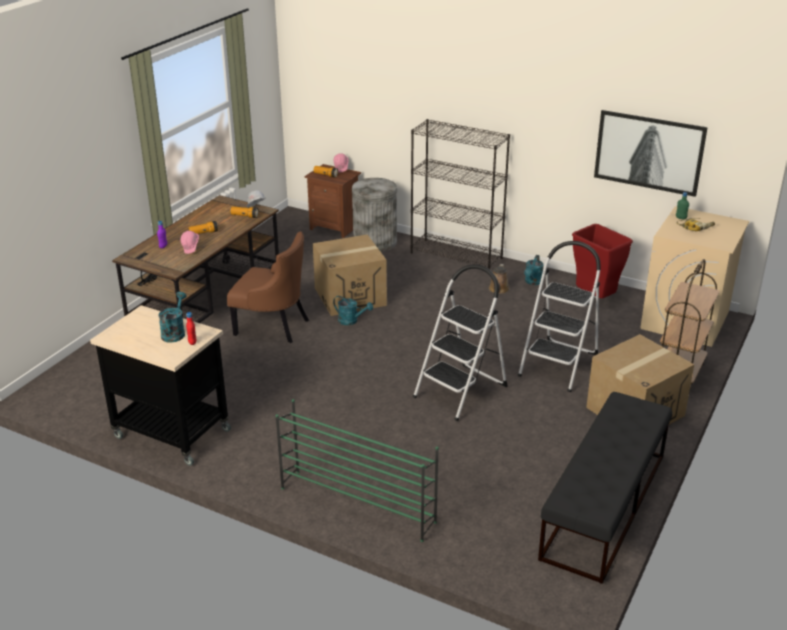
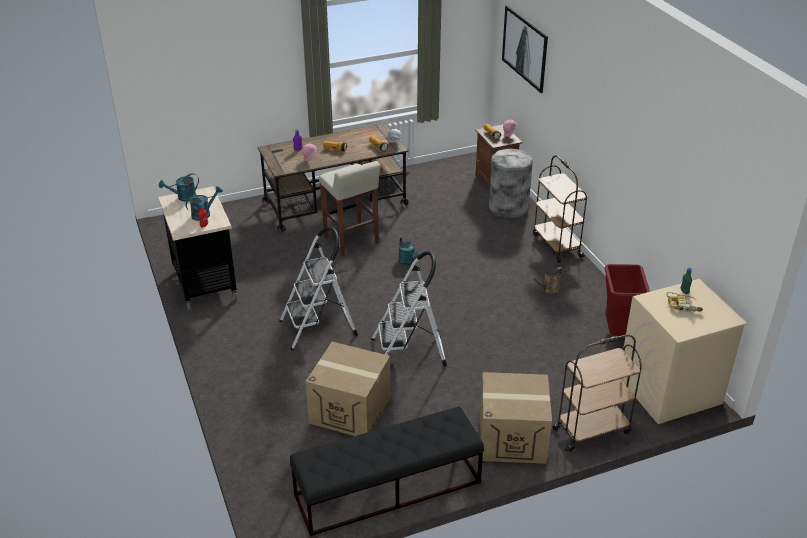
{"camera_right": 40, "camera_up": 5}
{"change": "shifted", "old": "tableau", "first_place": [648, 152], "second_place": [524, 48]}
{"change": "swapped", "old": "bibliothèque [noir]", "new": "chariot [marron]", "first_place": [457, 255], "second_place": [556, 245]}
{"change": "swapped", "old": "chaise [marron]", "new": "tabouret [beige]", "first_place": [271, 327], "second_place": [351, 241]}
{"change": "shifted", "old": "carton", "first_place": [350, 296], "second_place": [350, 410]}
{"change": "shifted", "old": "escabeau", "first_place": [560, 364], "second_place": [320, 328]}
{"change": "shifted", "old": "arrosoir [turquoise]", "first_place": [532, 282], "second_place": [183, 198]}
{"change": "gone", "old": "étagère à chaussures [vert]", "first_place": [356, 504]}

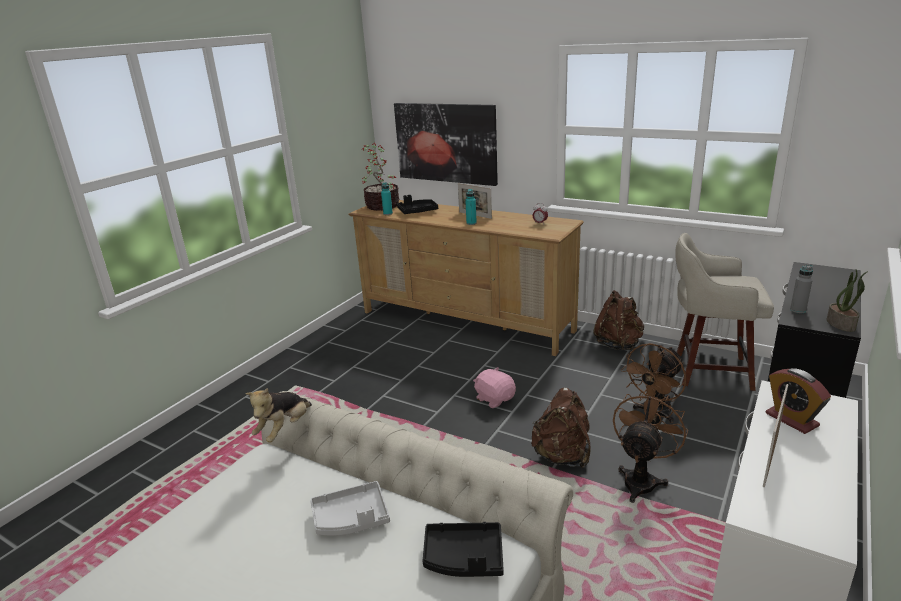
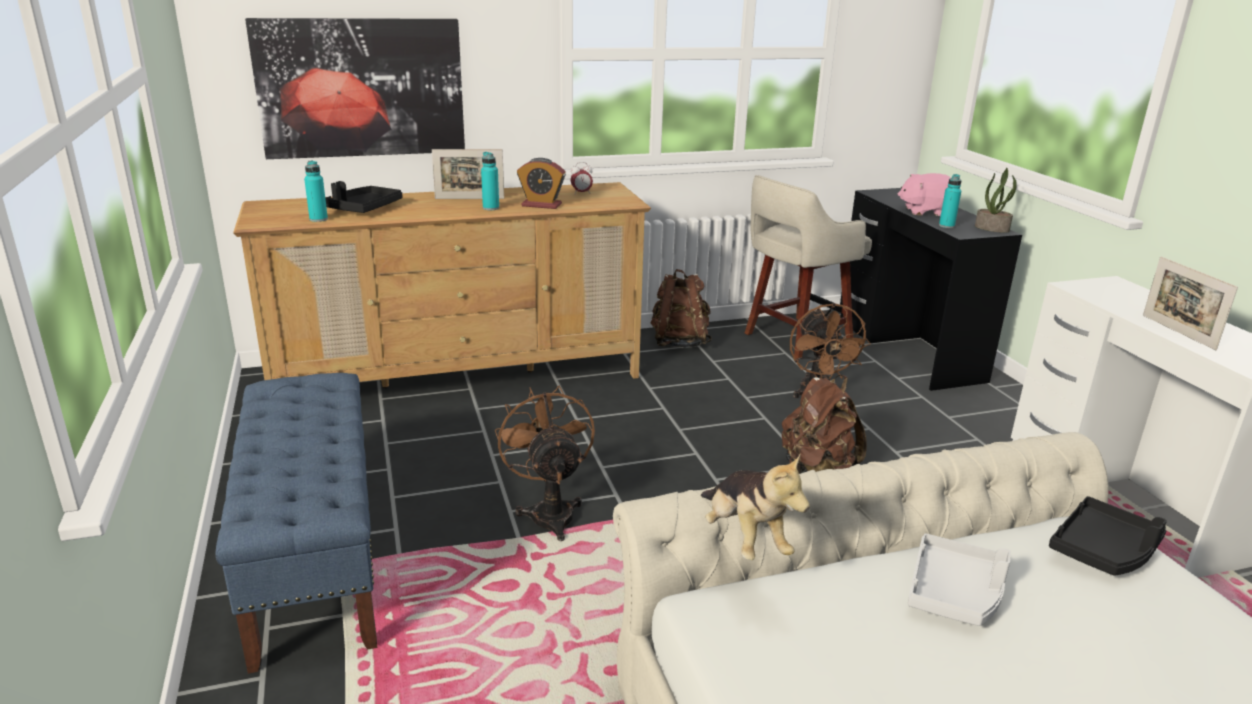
{"camera_right": -50, "camera_up": 0}
{"change": "gone", "old": "plante en pot", "first_place": [381, 206]}
{"change": "repainted", "old": "bouteille [gris]", "new": "bouteille [turquoise]", "first_place": [798, 310], "second_place": [946, 226]}
{"change": "shifted", "old": "peluche [rose]", "first_place": [495, 399], "second_place": [925, 211]}
{"change": "shifted", "old": "réveil", "first_place": [791, 419], "second_place": [541, 205]}
{"change": "shifted", "old": "ventilateur [marron]", "first_place": [641, 479], "second_place": [550, 512]}
{"change": "new", "new": "banc [bleu]", "second_place": [315, 558]}

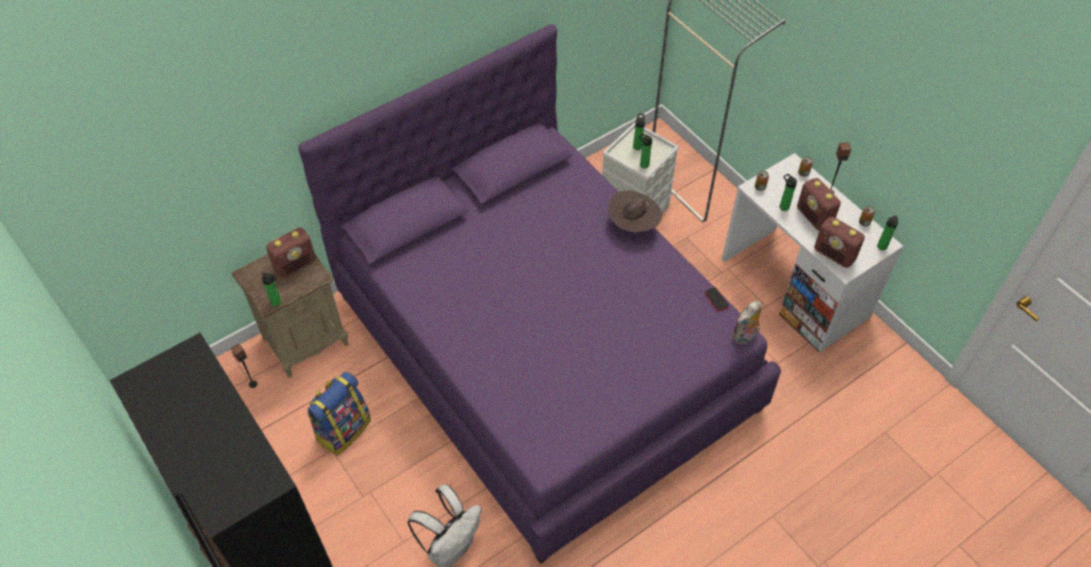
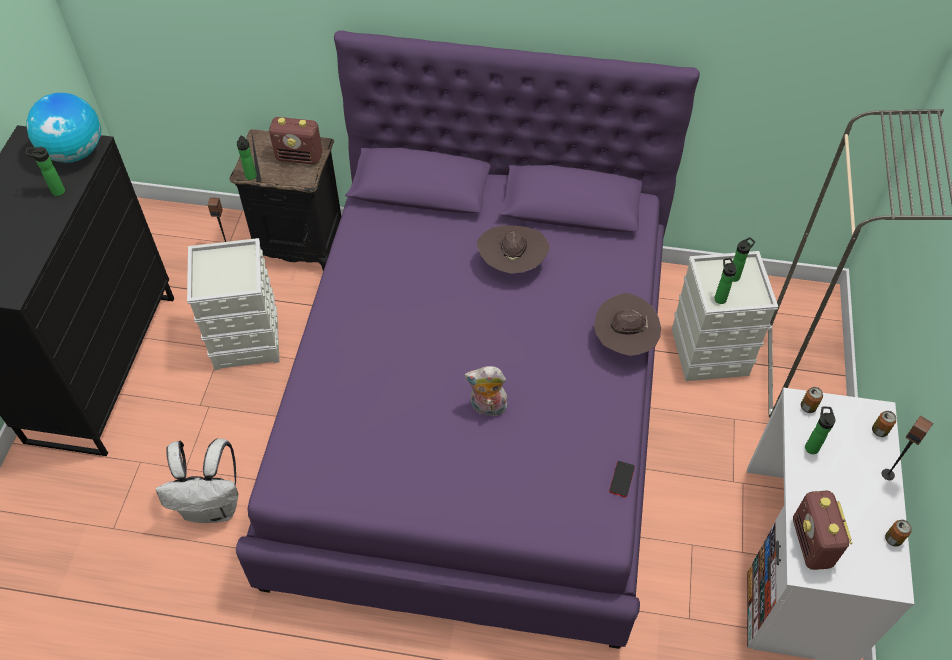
{"camera_right": 45, "camera_up": 0}
{"change": "gone", "old": "radio", "first_place": [814, 217]}
{"change": "shifted", "old": "bouteille", "first_place": [881, 247], "second_place": [56, 191]}
{"change": "repainted", "old": "table de chevet [beige]", "new": "table de chevet [noir]", "first_place": [306, 342], "second_place": [301, 247]}
{"change": "shifted", "old": "peluche", "first_place": [745, 337], "second_place": [487, 408]}
{"change": "swapped", "old": "sac à dos", "new": "boîte de rangement [gris]", "first_place": [343, 429], "second_place": [247, 339]}
{"change": "new", "new": "globe", "second_place": [75, 153]}
{"change": "new", "new": "chapeau [marron]", "second_place": [512, 264]}

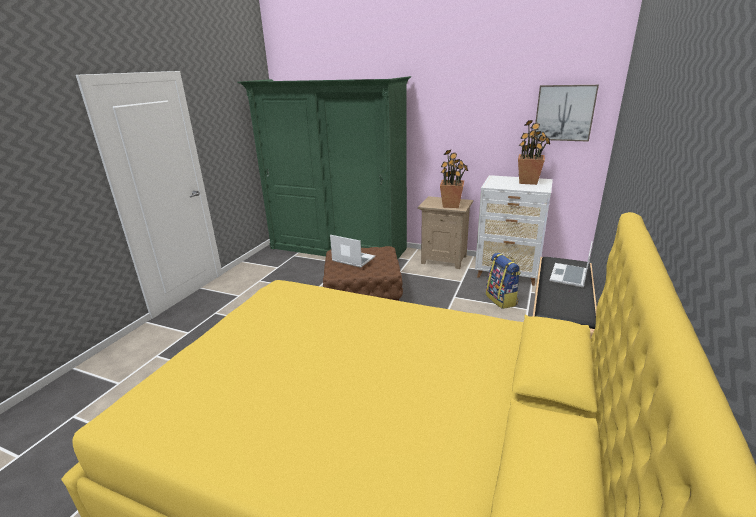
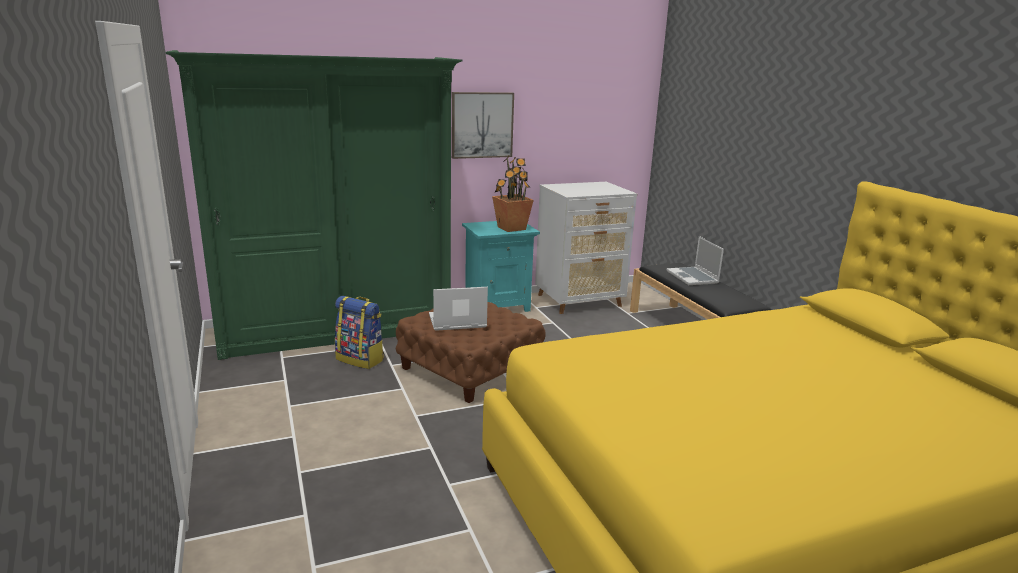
{"camera_right": -45, "camera_up": -5}
{"change": "shifted", "old": "tableau", "first_place": [564, 113], "second_place": [482, 125]}
{"change": "gone", "old": "plante en pot", "first_place": [528, 182]}
{"change": "repainted", "old": "table de chevet [beige]", "new": "table de chevet [turquoise]", "first_place": [444, 260], "second_place": [498, 306]}
{"change": "shifted", "old": "sac à dos", "first_place": [501, 300], "second_place": [361, 359]}

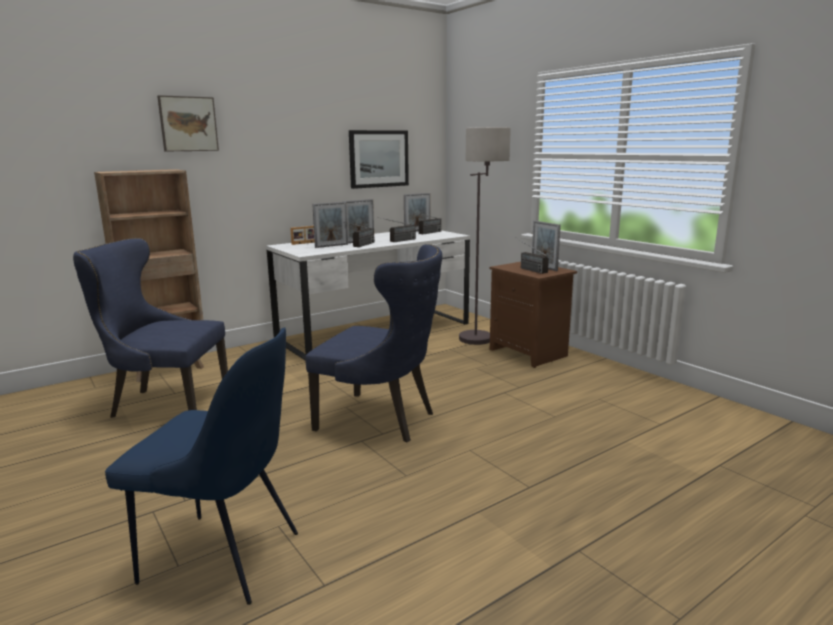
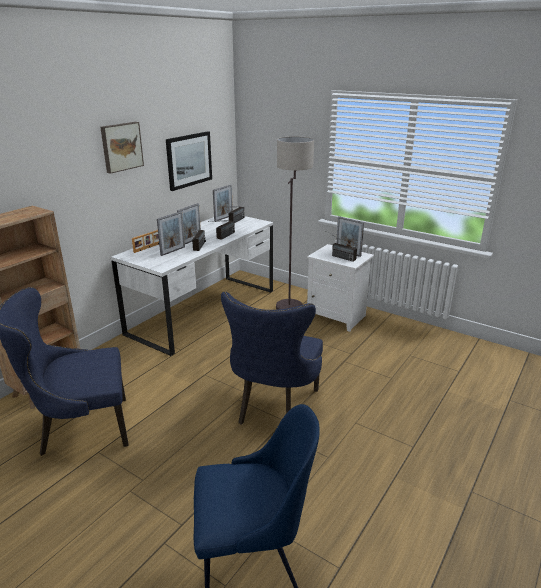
{"camera_right": -20, "camera_up": 10}
{"change": "shifted", "old": "tableau", "first_place": [188, 124], "second_place": [121, 146]}
{"change": "rotated", "old": "chaise [bleu]", "first_place": [381, 419], "second_place": [274, 407], "degrees": 105}
{"change": "repainted", "old": "table de chevet [marron]", "new": "table de chevet [blanc]", "first_place": [530, 353], "second_place": [338, 317]}

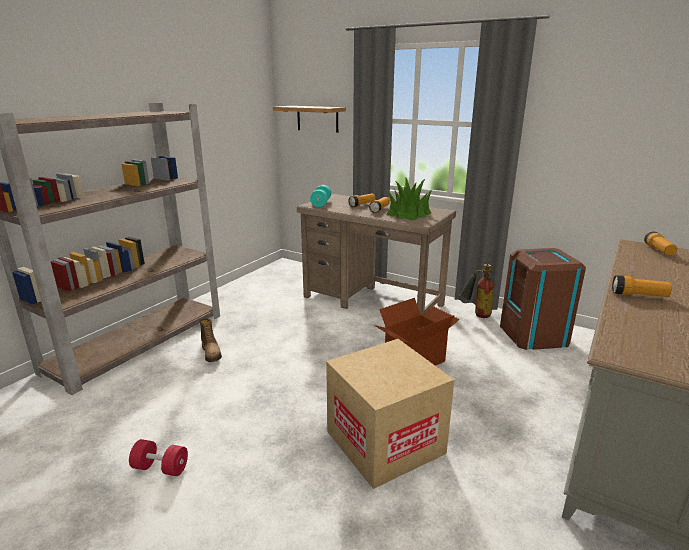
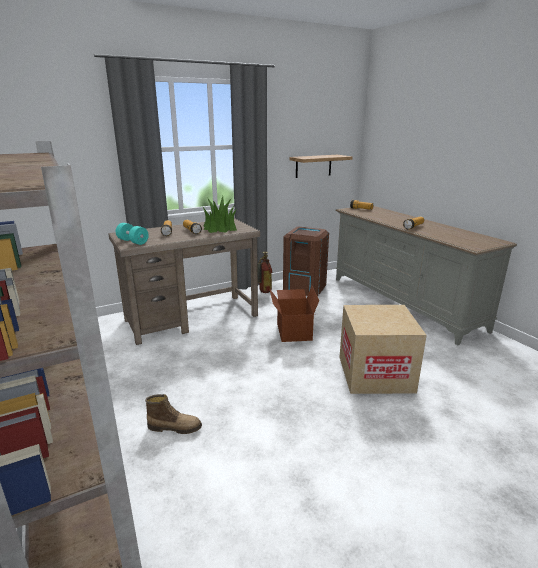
{"camera_right": -60, "camera_up": 0}
{"change": "shifted", "old": "étagère", "first_place": [317, 119], "second_place": [313, 166]}
{"change": "gone", "old": "haltère [rouge]", "first_place": [160, 468]}

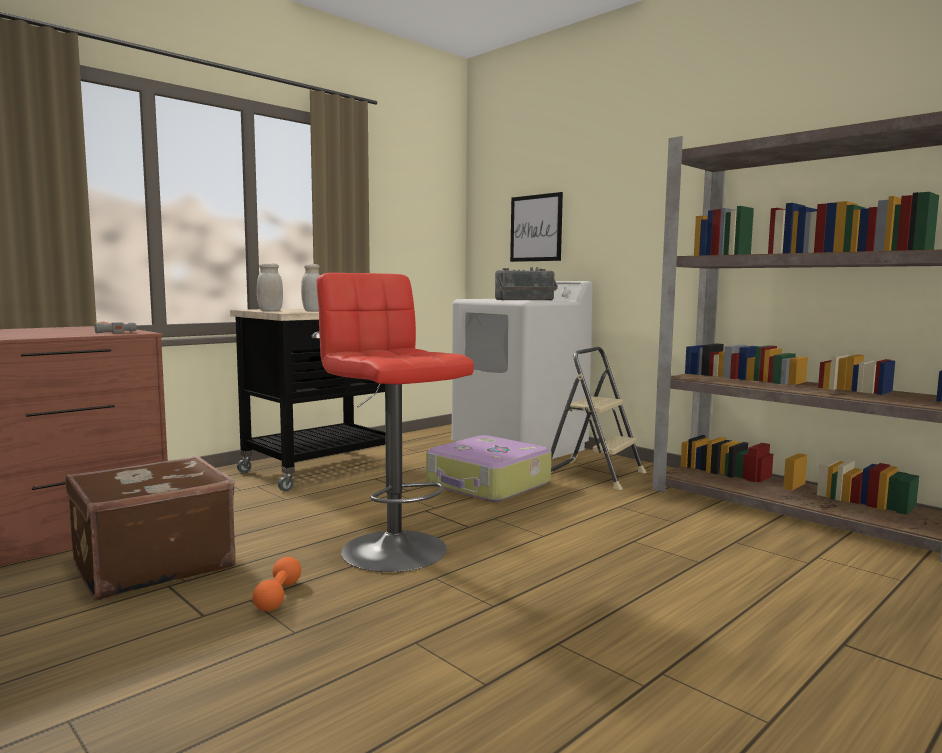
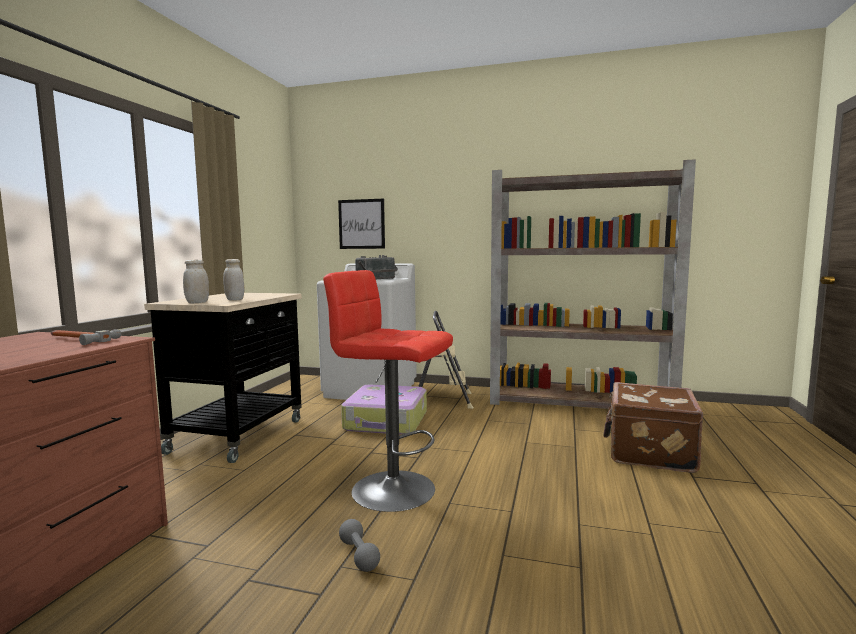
{"camera_right": -30, "camera_up": 0}
{"change": "shifted", "old": "valise [marron]", "first_place": [151, 565], "second_place": [648, 452]}
{"change": "repainted", "old": "haltère [orange]", "new": "haltère [gris]", "first_place": [278, 596], "second_place": [359, 555]}

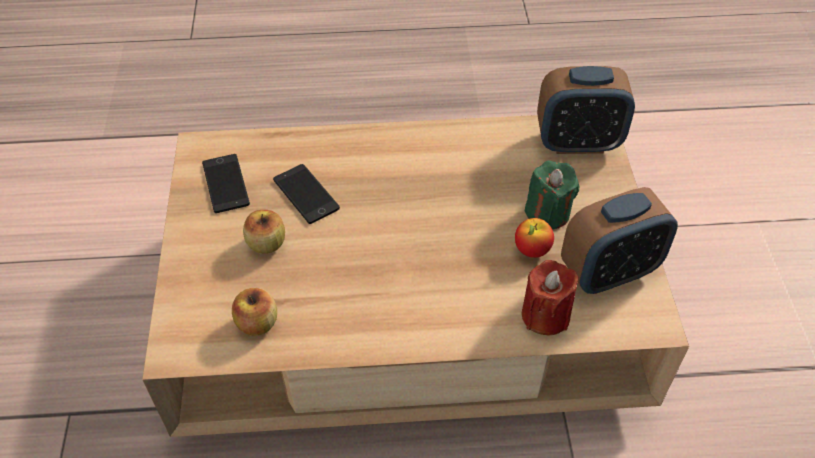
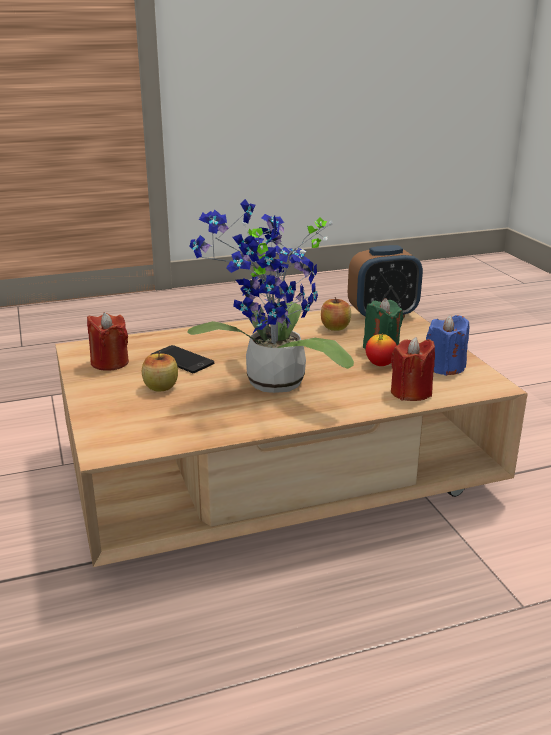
{"camera_right": -15, "camera_up": -25}
{"change": "swapped", "old": "téléphone", "new": "bougie [rouge]", "first_place": [225, 184], "second_place": [109, 362]}
{"change": "swapped", "old": "réveil", "new": "bougie [bleu]", "first_place": [609, 272], "second_place": [445, 367]}
{"change": "shifted", "old": "pomme", "first_place": [257, 323], "second_place": [335, 327]}
{"change": "new", "new": "plante en pot", "second_place": [270, 385]}

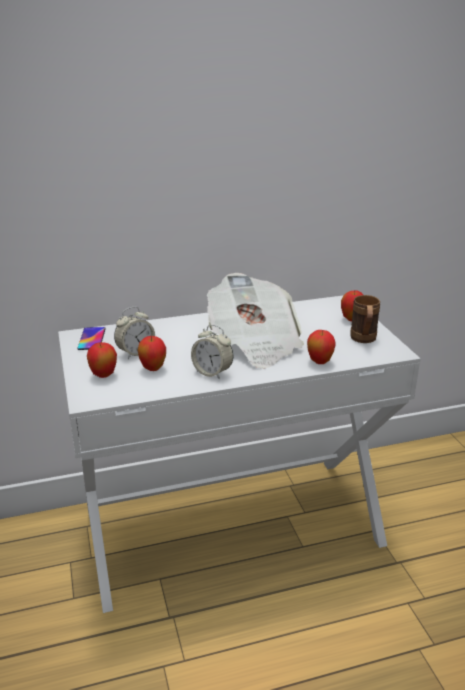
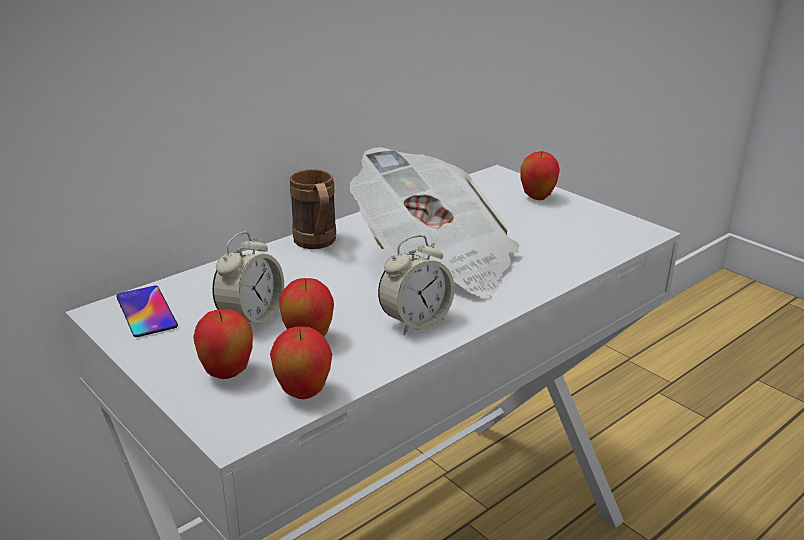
{"camera_right": -25, "camera_up": 0}
{"change": "shifted", "old": "mug [marron]", "first_place": [363, 340], "second_place": [317, 244]}
{"change": "rotated", "old": "réveil", "first_place": [212, 372], "second_place": [415, 322], "degrees": -45}
{"change": "shifted", "old": "pomme", "first_place": [319, 362], "second_place": [303, 393]}

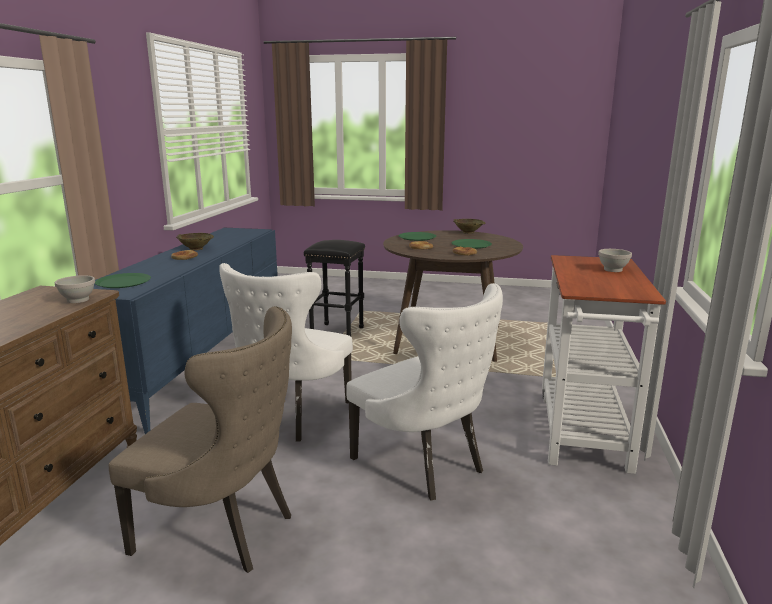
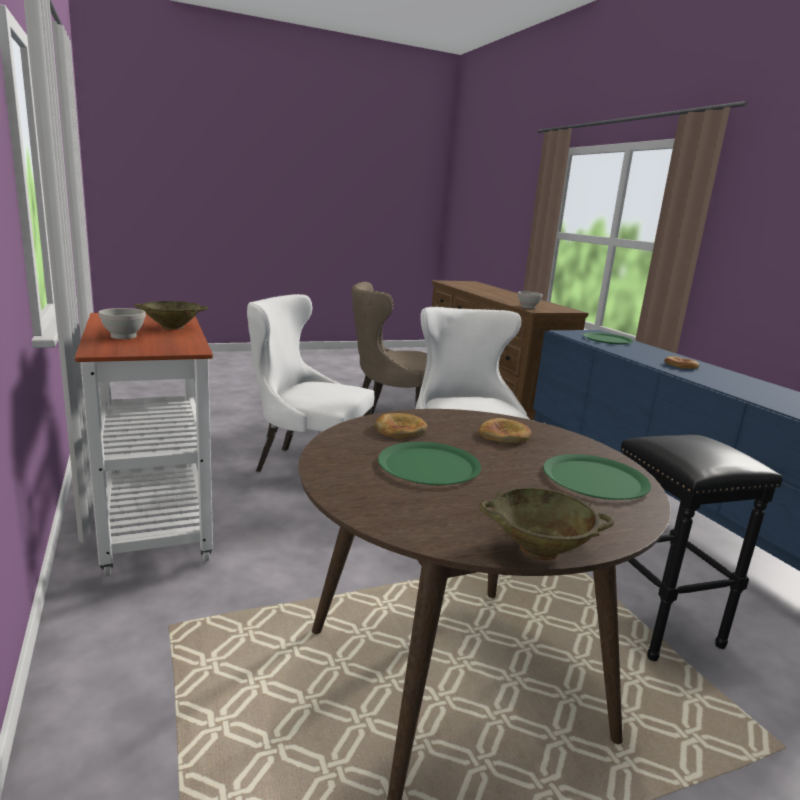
{"camera_right": 145, "camera_up": 0}
{"change": "shifted", "old": "bol [beige]", "first_place": [196, 249], "second_place": [173, 327]}

